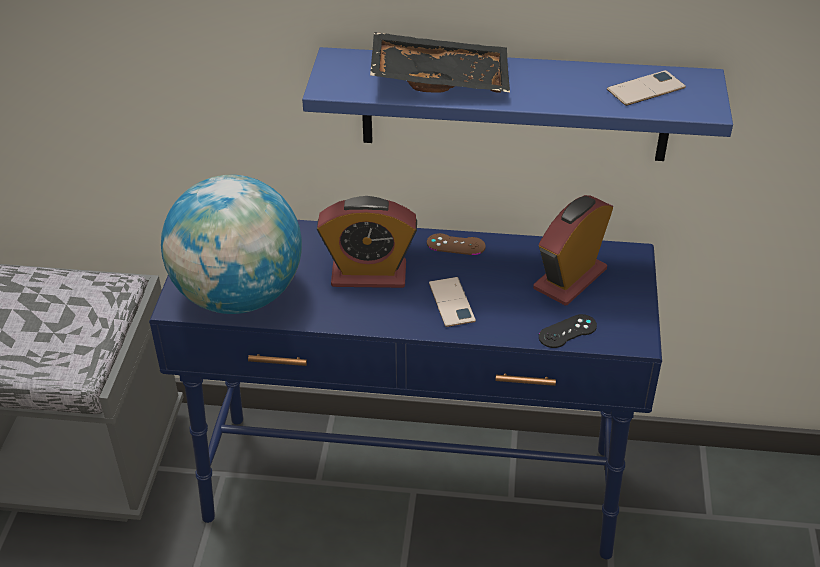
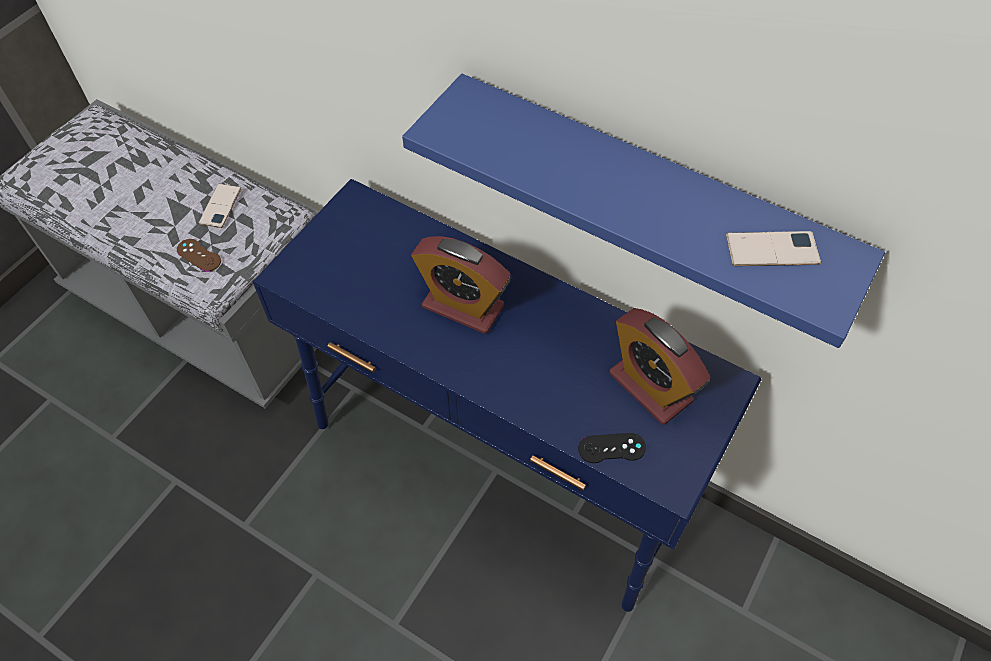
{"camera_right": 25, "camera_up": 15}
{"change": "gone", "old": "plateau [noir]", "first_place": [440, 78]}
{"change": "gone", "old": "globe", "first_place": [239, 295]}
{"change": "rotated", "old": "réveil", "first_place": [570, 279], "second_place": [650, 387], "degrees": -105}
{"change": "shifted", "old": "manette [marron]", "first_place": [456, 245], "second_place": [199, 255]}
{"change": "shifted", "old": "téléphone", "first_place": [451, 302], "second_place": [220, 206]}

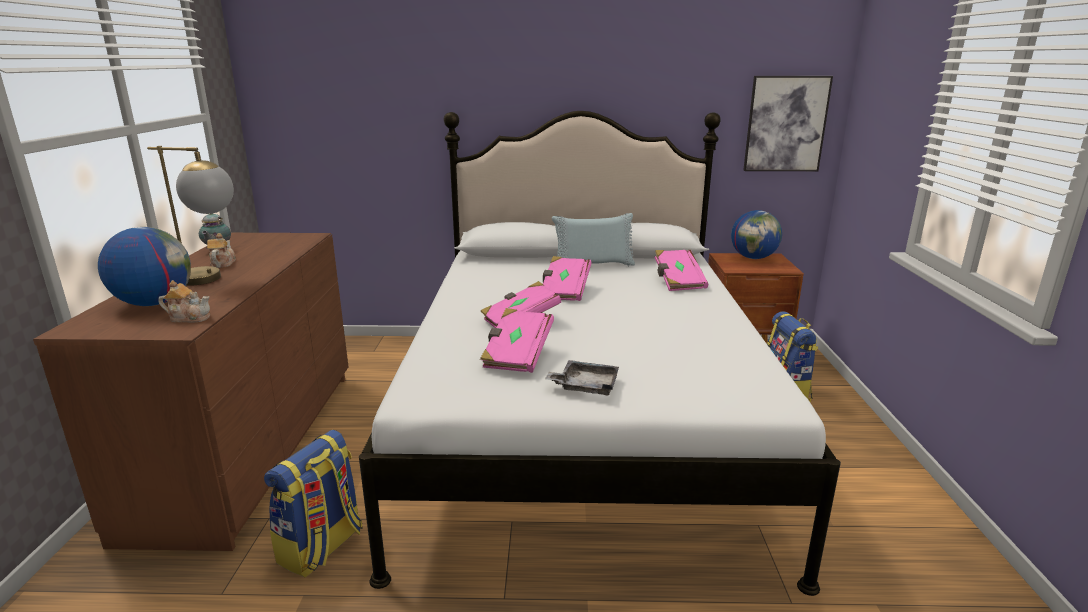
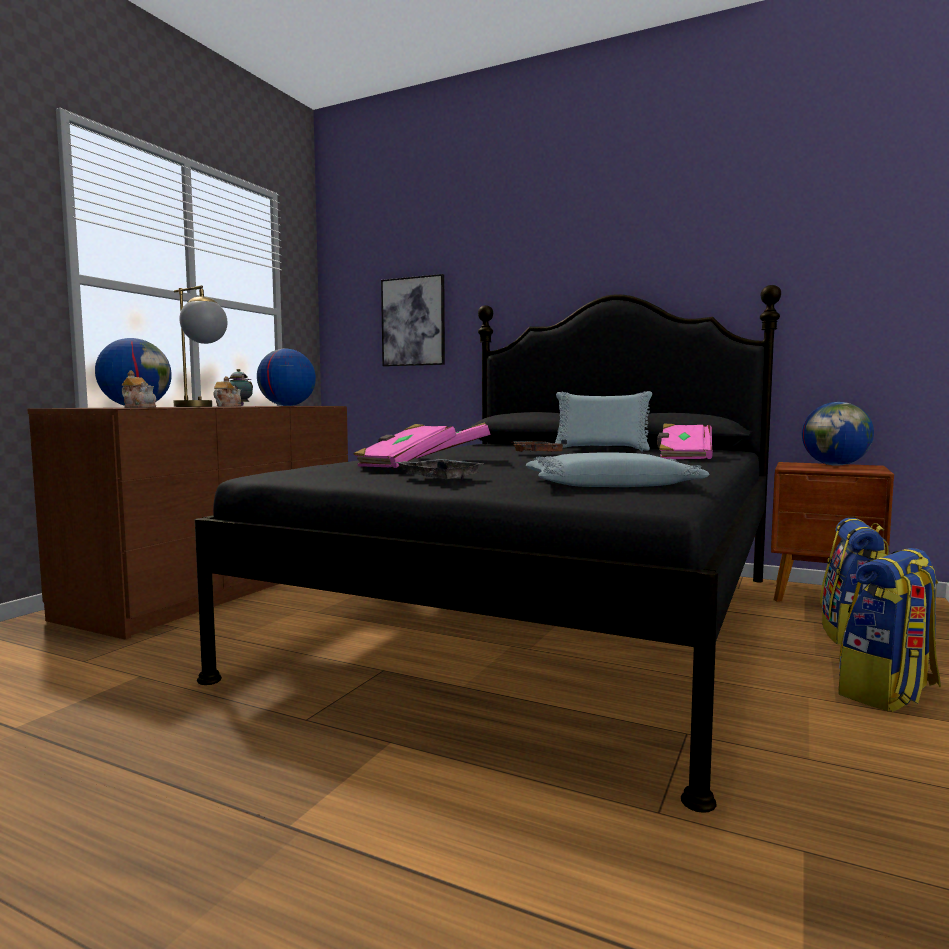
{"camera_right": 25, "camera_up": -15}
{"change": "shifted", "old": "tableau", "first_place": [786, 124], "second_place": [413, 321]}
{"change": "repainted", "old": "lit [blanc]", "new": "lit [noir]", "first_place": [582, 427], "second_place": [543, 621]}
{"change": "swapped", "old": "livre [rose]", "new": "plateau [marron]", "first_place": [564, 291], "second_place": [535, 453]}
{"change": "shifted", "old": "sac à dos", "first_place": [322, 547], "second_place": [888, 693]}
{"change": "new", "new": "globe", "second_place": [287, 406]}
{"change": "new", "new": "coussin [bleu]", "second_place": [611, 483]}

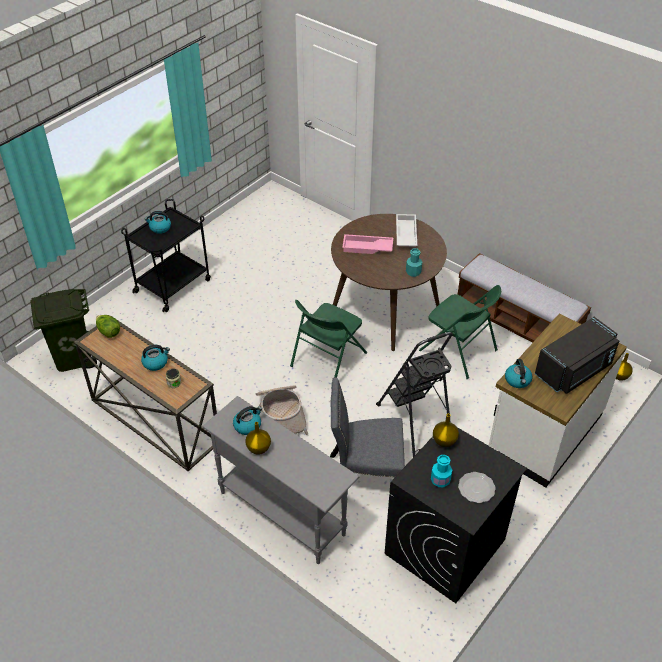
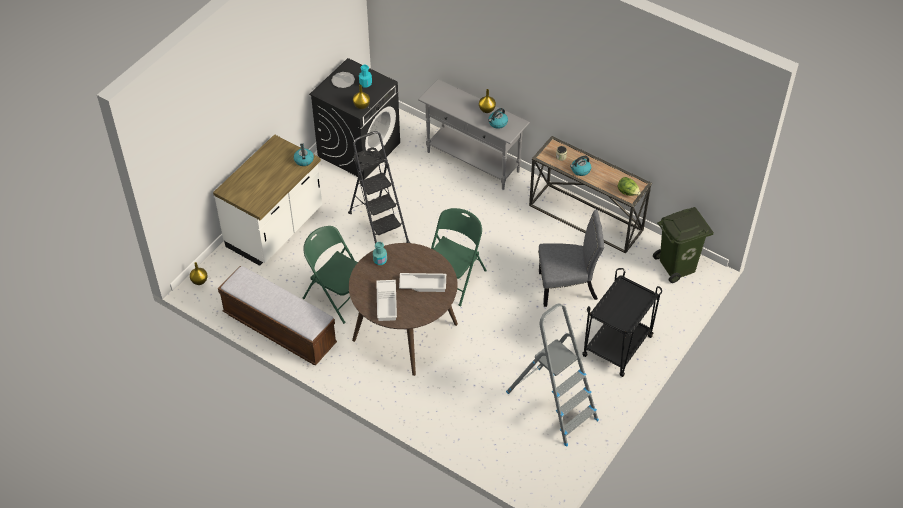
{"camera_right": 175, "camera_up": 5}
{"change": "gone", "old": "bouilloire", "first_place": [160, 228]}
{"change": "repainted", "old": "plateau [rose]", "new": "plateau [blanc]", "first_place": [367, 248], "second_place": [423, 284]}
{"change": "gone", "old": "micro-ondes [noir]", "first_place": [574, 370]}
{"change": "shifted", "old": "chaise [gris]", "first_place": [366, 474], "second_place": [566, 287]}
{"change": "gone", "old": "panier", "first_place": [280, 415]}
{"change": "new", "new": "escabeau [gris]", "second_place": [552, 406]}

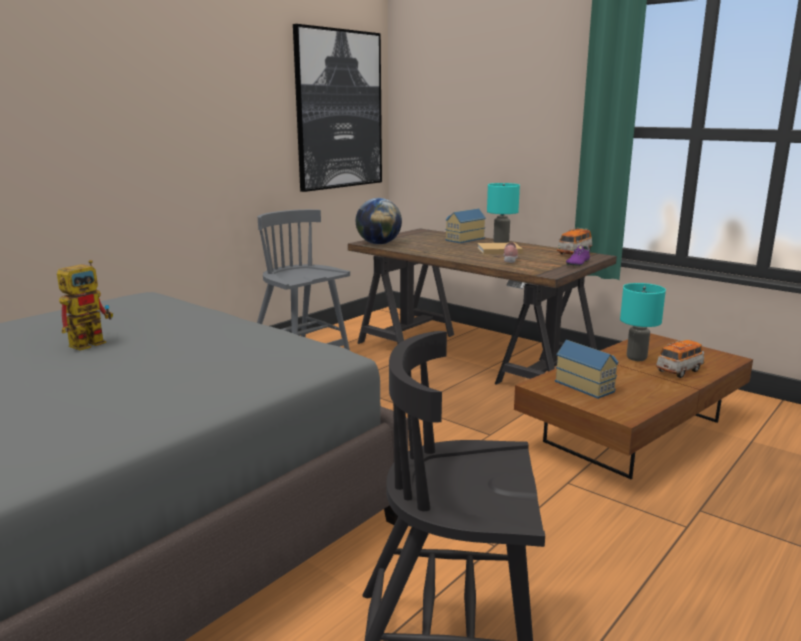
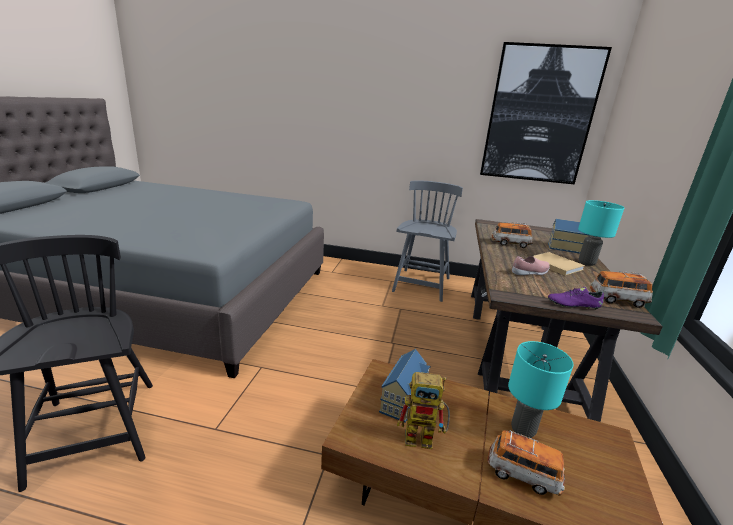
{"camera_right": 60, "camera_up": 5}
{"change": "gone", "old": "globe", "first_place": [378, 244]}
{"change": "shifted", "old": "robot jouet", "first_place": [92, 342], "second_place": [425, 438]}
{"change": "new", "new": "petite voiture", "second_place": [510, 244]}

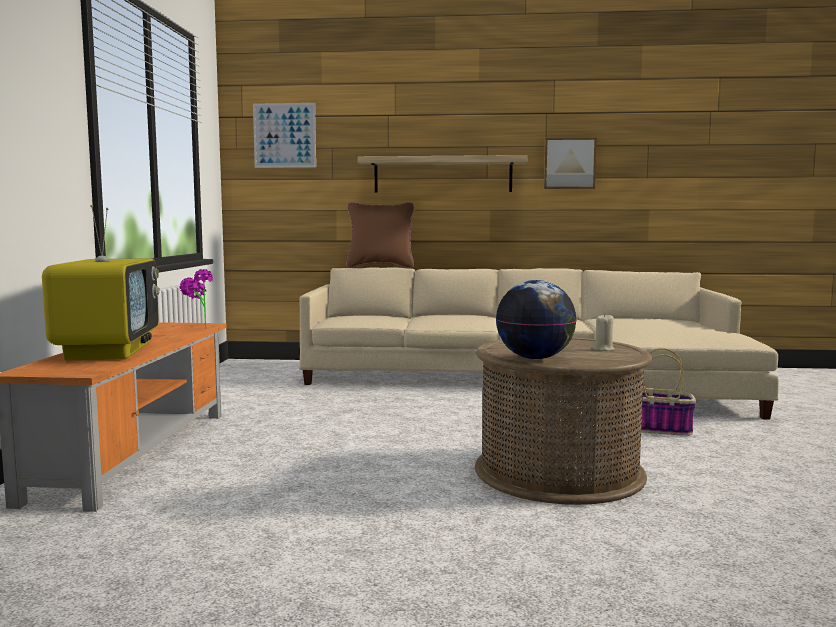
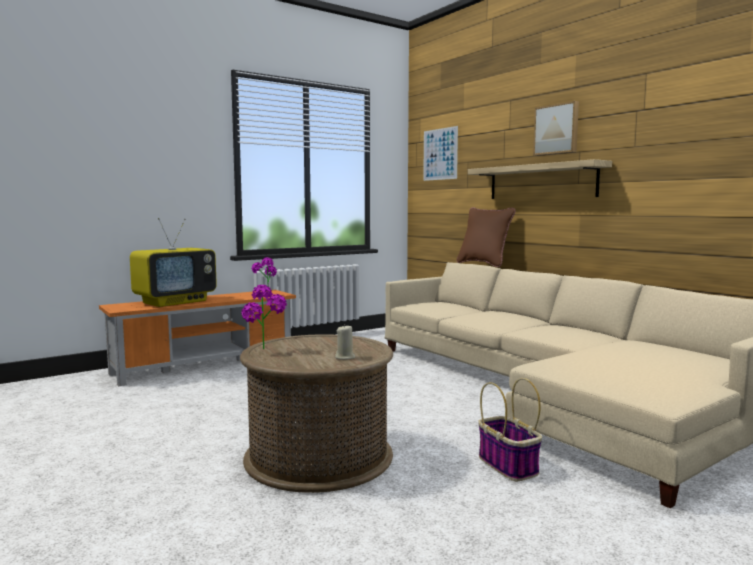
{"camera_right": 50, "camera_up": 0}
{"change": "shifted", "old": "tableau", "first_place": [569, 163], "second_place": [557, 129]}
{"change": "swapped", "old": "globe", "new": "plante en pot", "first_place": [535, 358], "second_place": [265, 350]}

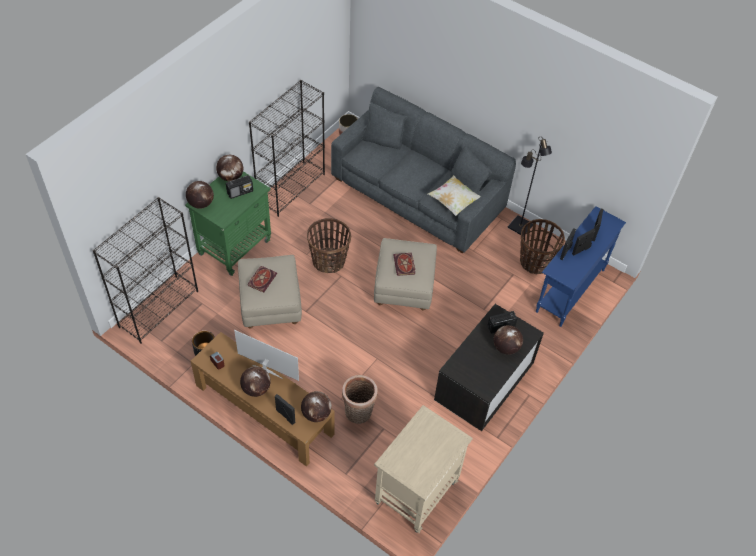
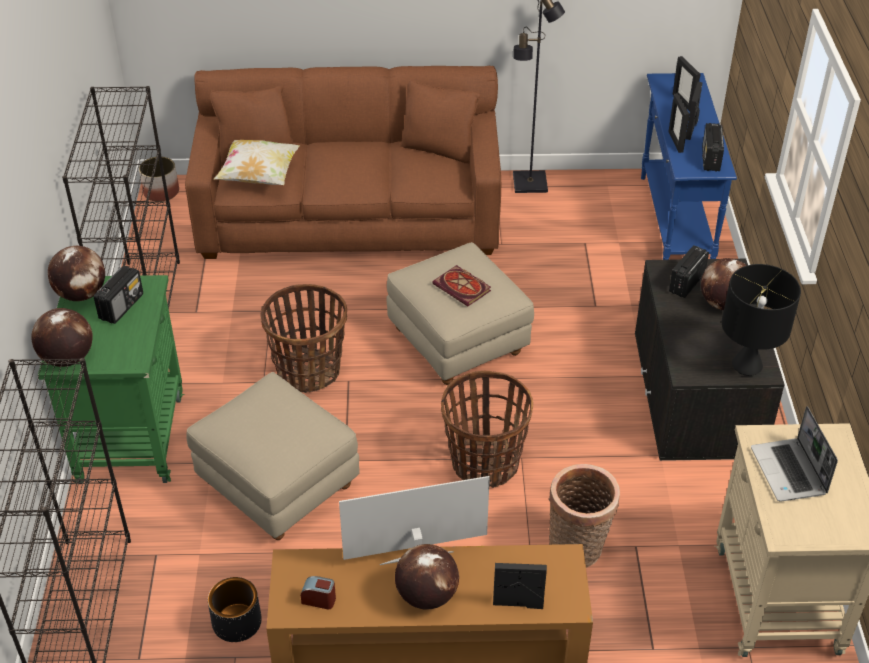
{"camera_right": -35, "camera_up": -10}
{"change": "repainted", "old": "canapé [gris]", "new": "canapé [marron]", "first_place": [417, 195], "second_place": [350, 218]}
{"change": "shifted", "old": "coussin", "first_place": [453, 202], "second_place": [259, 176]}
{"change": "shifted", "old": "panier", "first_place": [535, 262], "second_place": [484, 463]}
{"change": "gone", "old": "livre", "first_place": [262, 279]}
{"change": "gone", "old": "globe", "first_place": [316, 414]}
{"change": "new", "new": "radio", "second_place": [710, 159]}
{"change": "new", "new": "lampe de table [noir]", "second_place": [746, 367]}
{"change": "new", "new": "ordinateur portable", "second_place": [789, 472]}

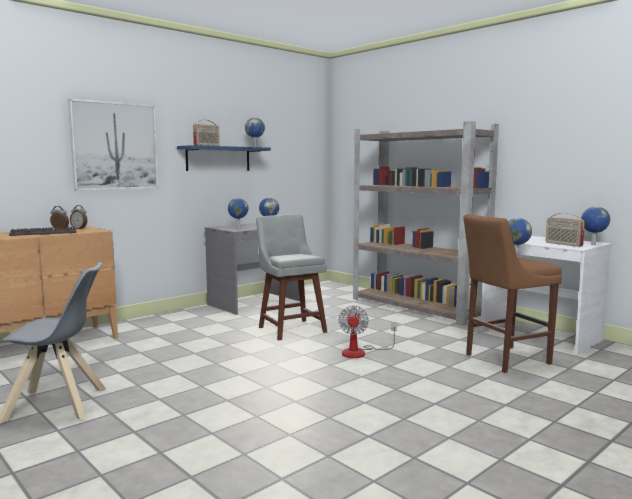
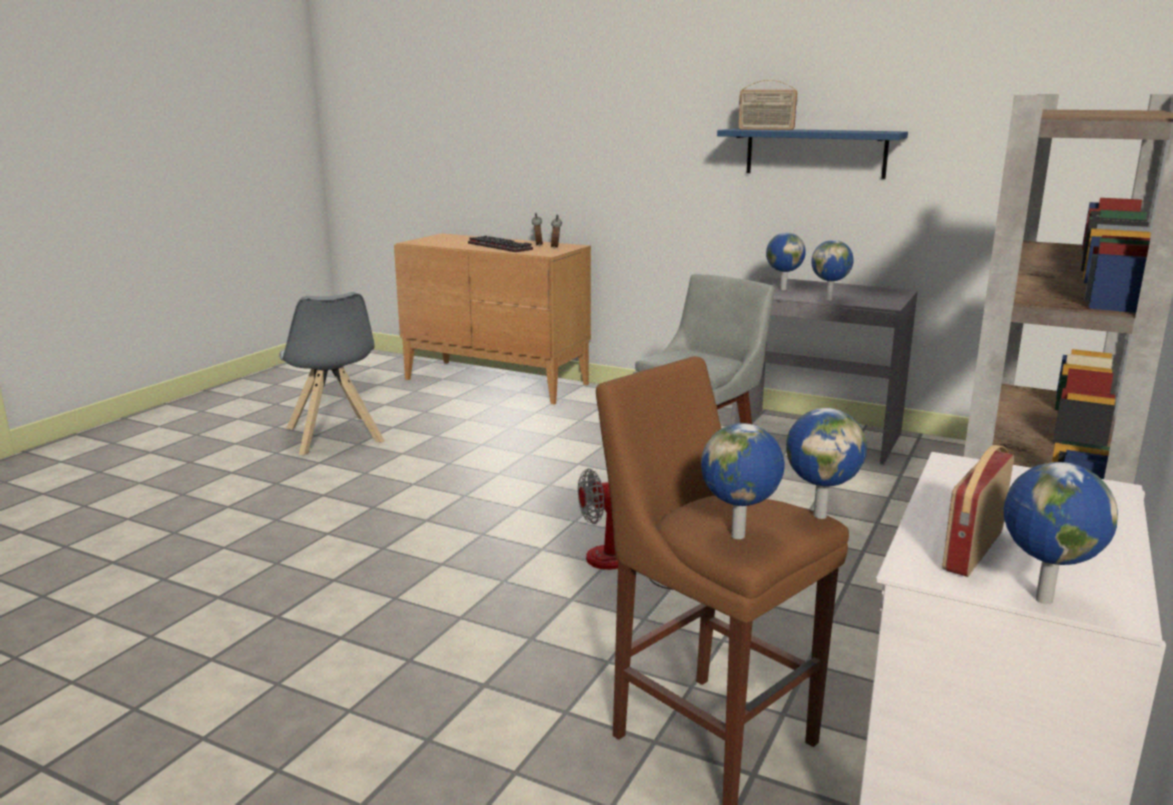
{"camera_right": 70, "camera_up": 10}
{"change": "gone", "old": "tableau", "first_place": [115, 146]}
{"change": "shifted", "old": "globe", "first_place": [255, 147], "second_place": [739, 536]}

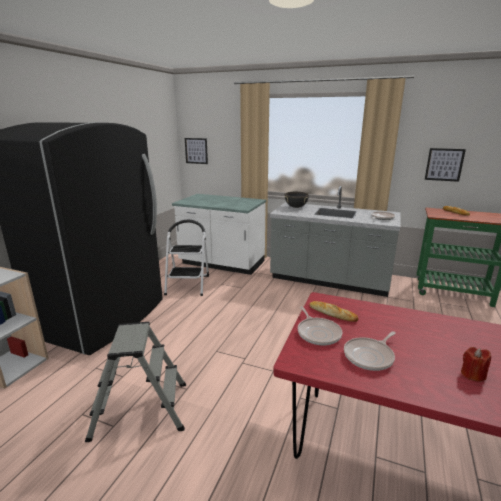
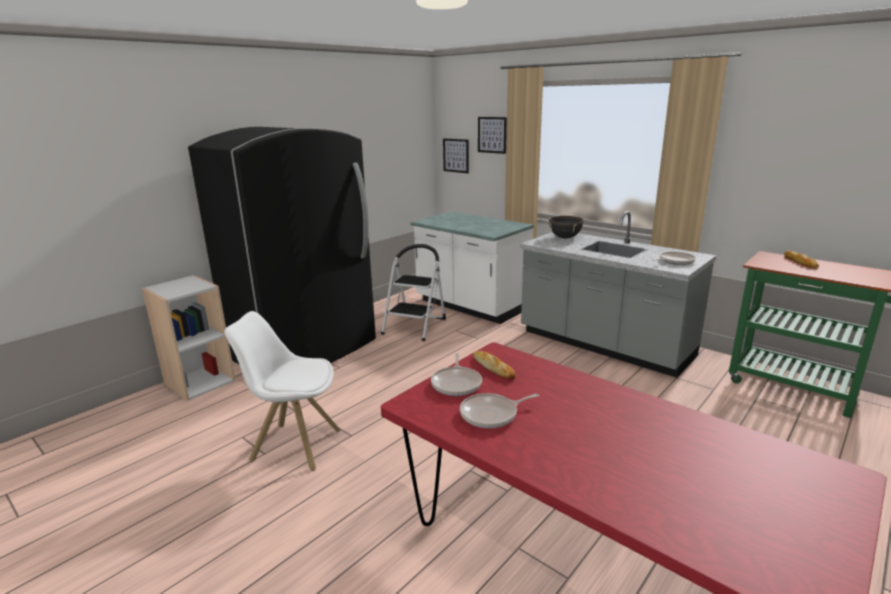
{"camera_right": 20, "camera_up": 0}
{"change": "shifted", "old": "tableau", "first_place": [444, 164], "second_place": [492, 135]}
{"change": "swapped", "old": "escabeau [gris]", "new": "chaise [blanc]", "first_place": [140, 410], "second_place": [295, 445]}
{"change": "gone", "old": "bougie [rouge]", "first_place": [472, 374]}

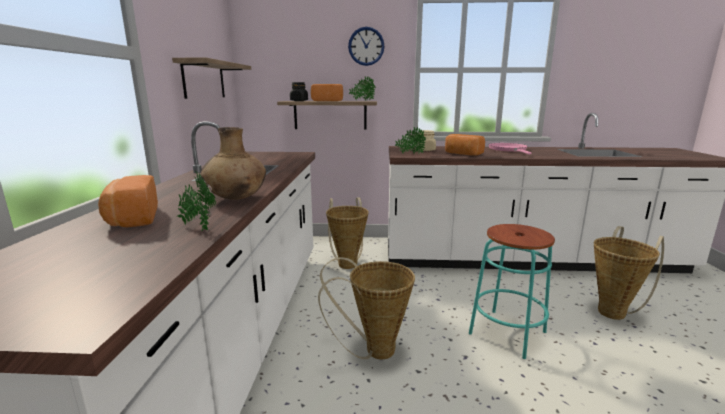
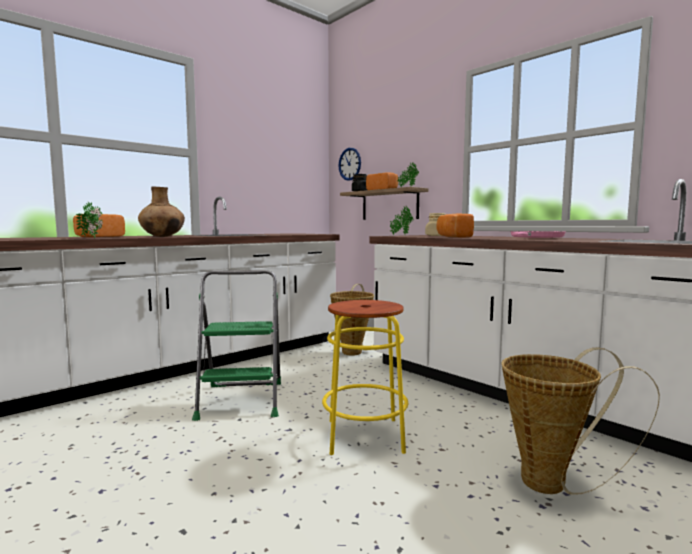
{"camera_right": 45, "camera_up": -10}
{"change": "shifted", "old": "horloge murale", "first_place": [366, 46], "second_place": [349, 164]}
{"change": "gone", "old": "étagère", "first_place": [204, 80]}
{"change": "repainted", "old": "tabouret [turquoise]", "new": "tabouret [jaune]", "first_place": [507, 332], "second_place": [364, 435]}
{"change": "swapped", "old": "panier", "new": "escabeau [vert]", "first_place": [373, 351], "second_place": [242, 398]}

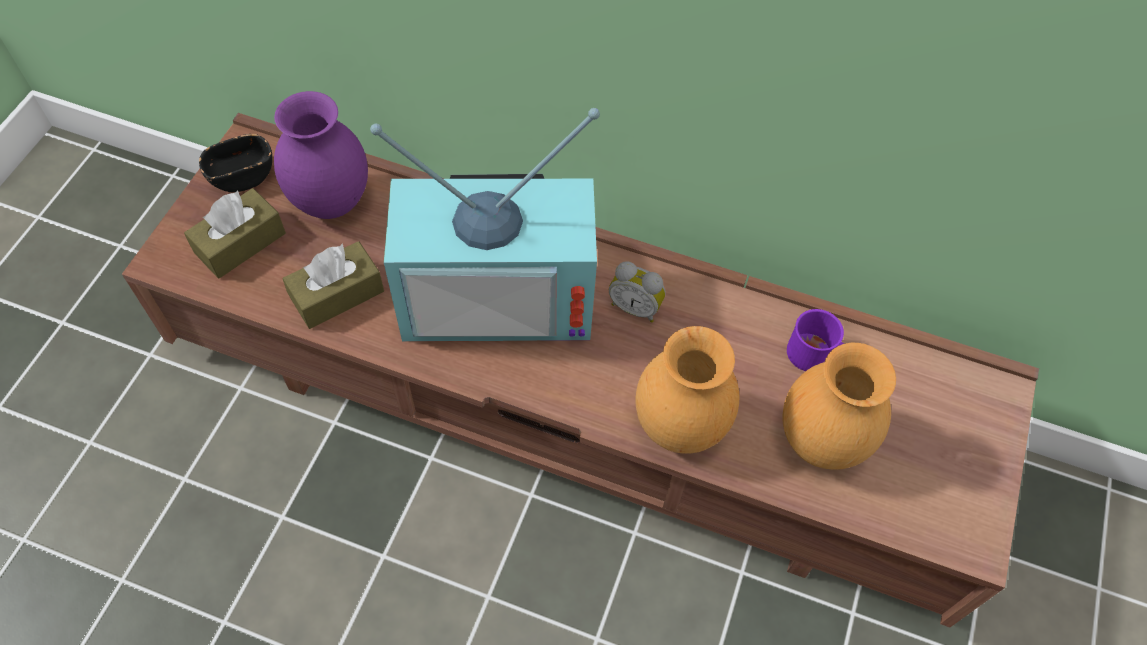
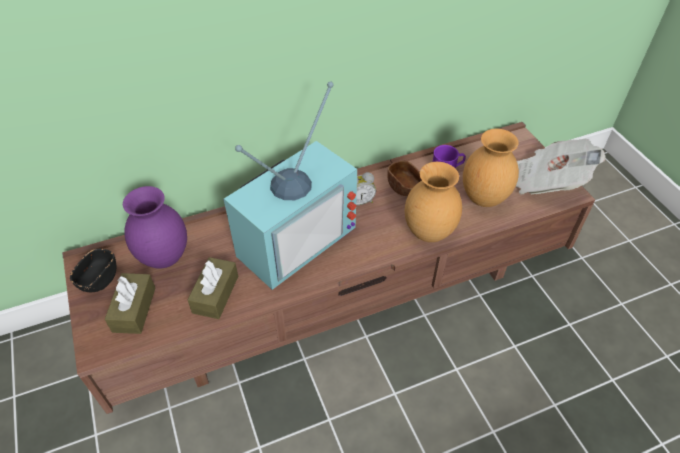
{"camera_right": -40, "camera_up": -10}
{"change": "new", "new": "journal", "second_place": [546, 181]}
{"change": "new", "new": "bol [marron]", "second_place": [404, 187]}

